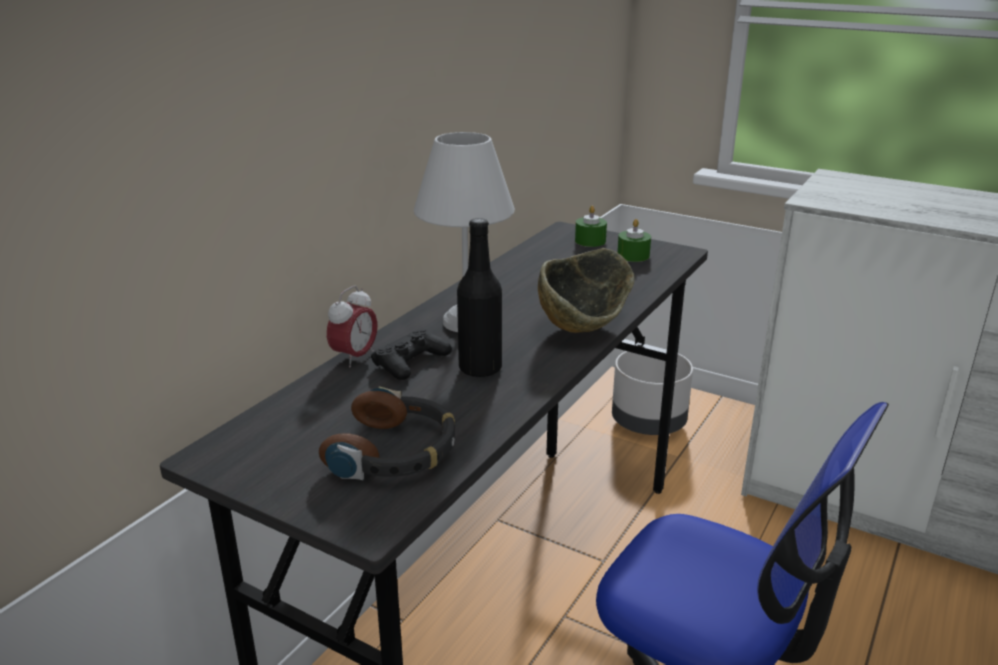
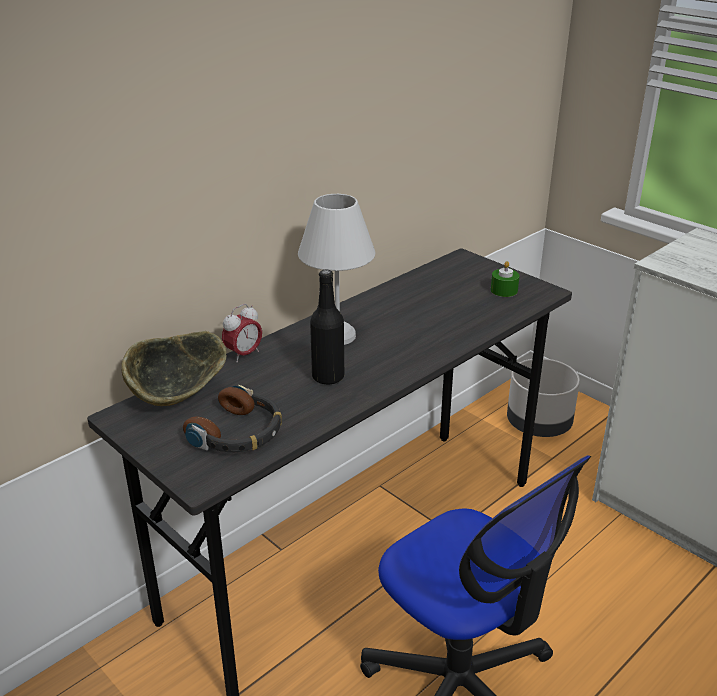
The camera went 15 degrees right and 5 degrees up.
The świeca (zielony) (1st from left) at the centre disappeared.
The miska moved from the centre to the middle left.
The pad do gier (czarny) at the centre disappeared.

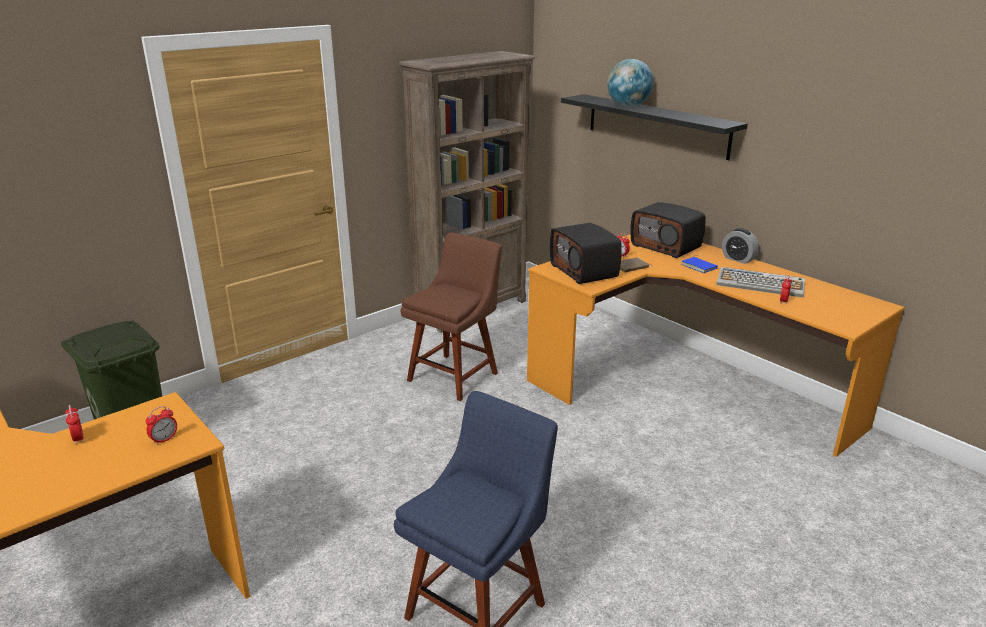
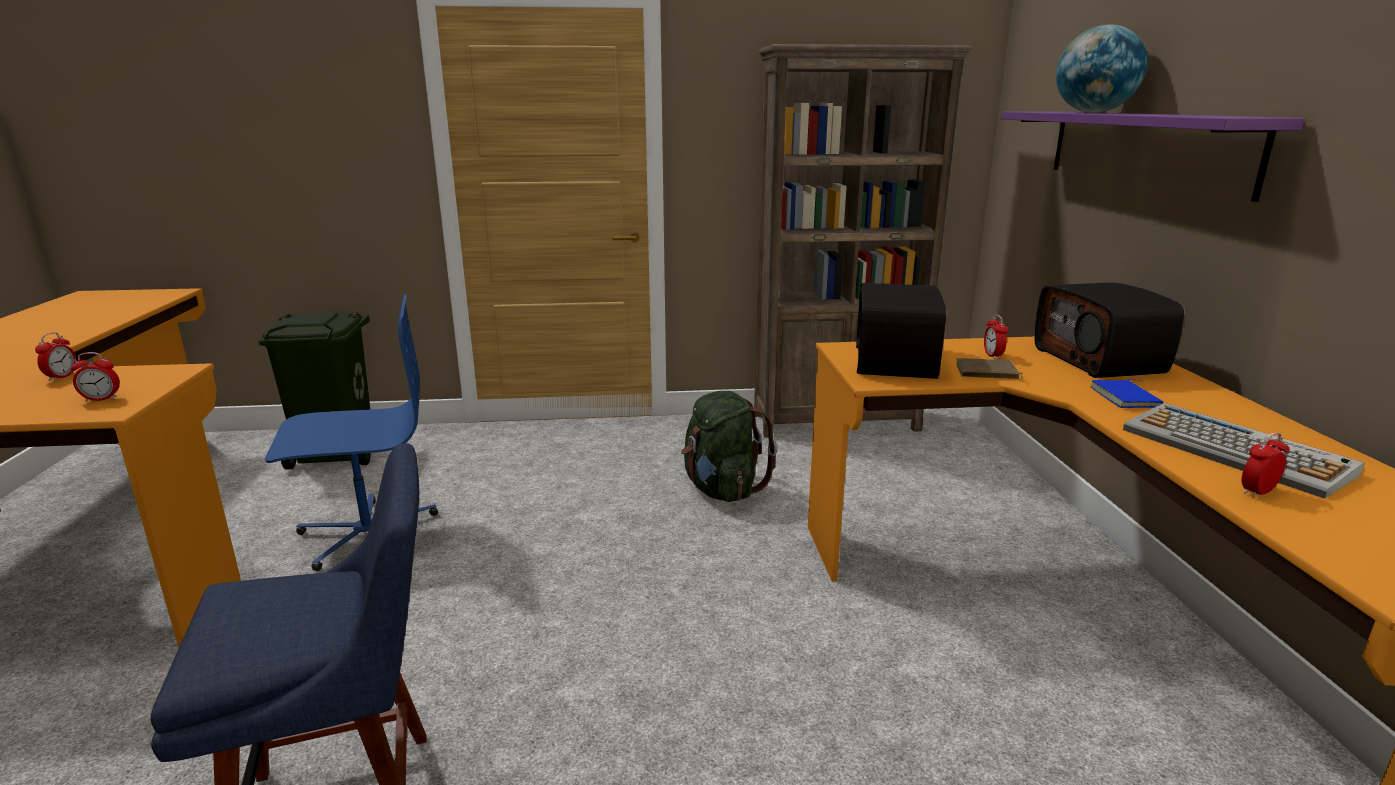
The camera went 35 degrees right and 5 degrees down.
The półka (czarny) at the top centre became the półka (fioletowy) at the top right.
The budzik (4th from left) at the middle right disappeared.
The krzesło (brązowy) at the centre was replaced by the plecak (zielony) at the centre.
The krzesło biurowe (niebieski) at the middle left appeared.

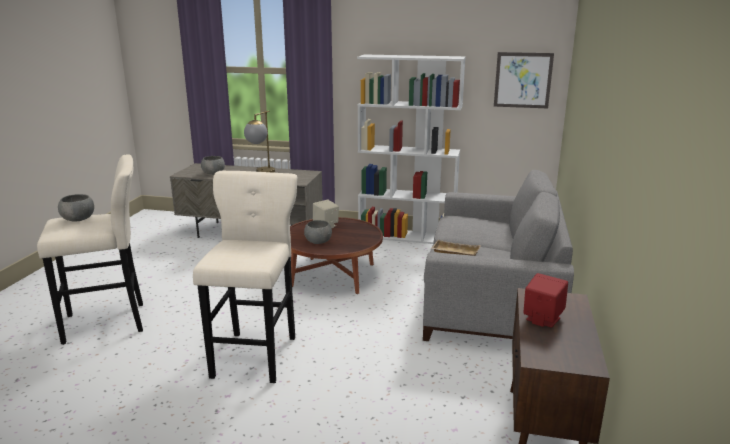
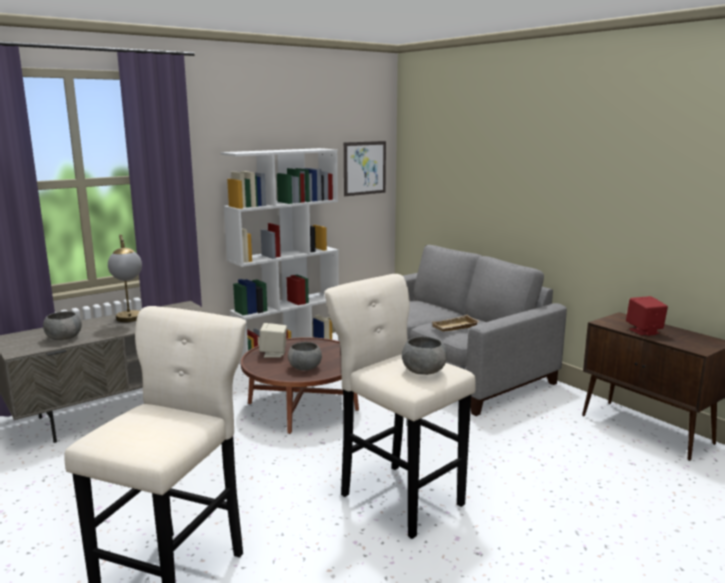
The camera went 50 degrees left and 5 degrees down.
The miska (szary) (1st from left in the first image) moved from the middle left to the centre.

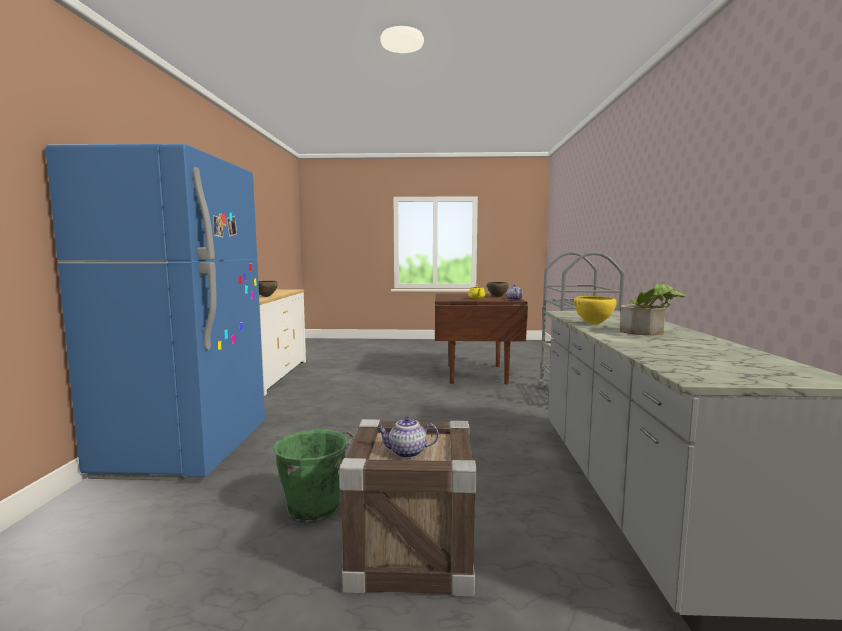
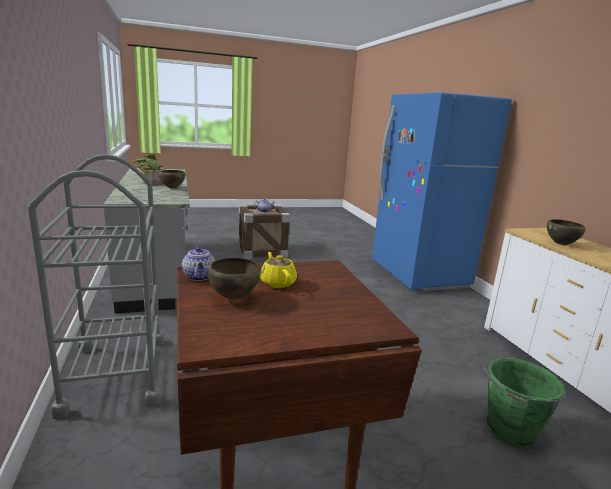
The camera went 160 degrees right and 10 degrees up.
The miska (żółty) at the middle right became the miska (brązowy) (1st from left) at the middle left.
The wiadro (zielony) moved from the bottom centre to the bottom right.

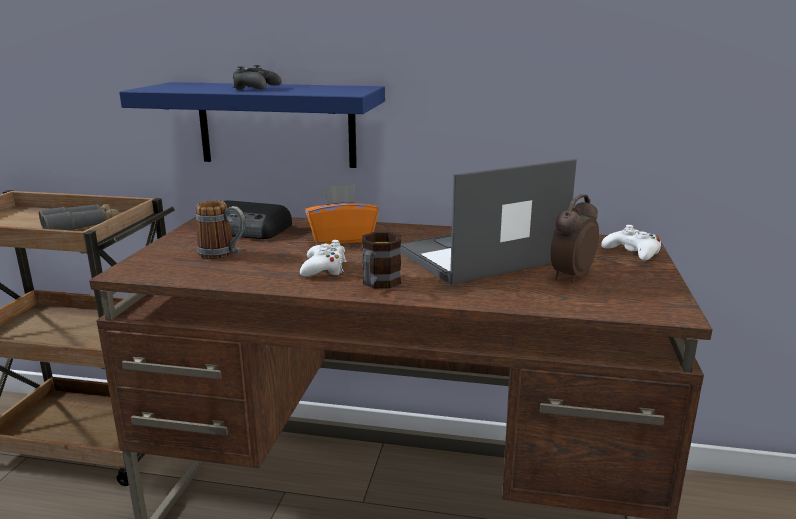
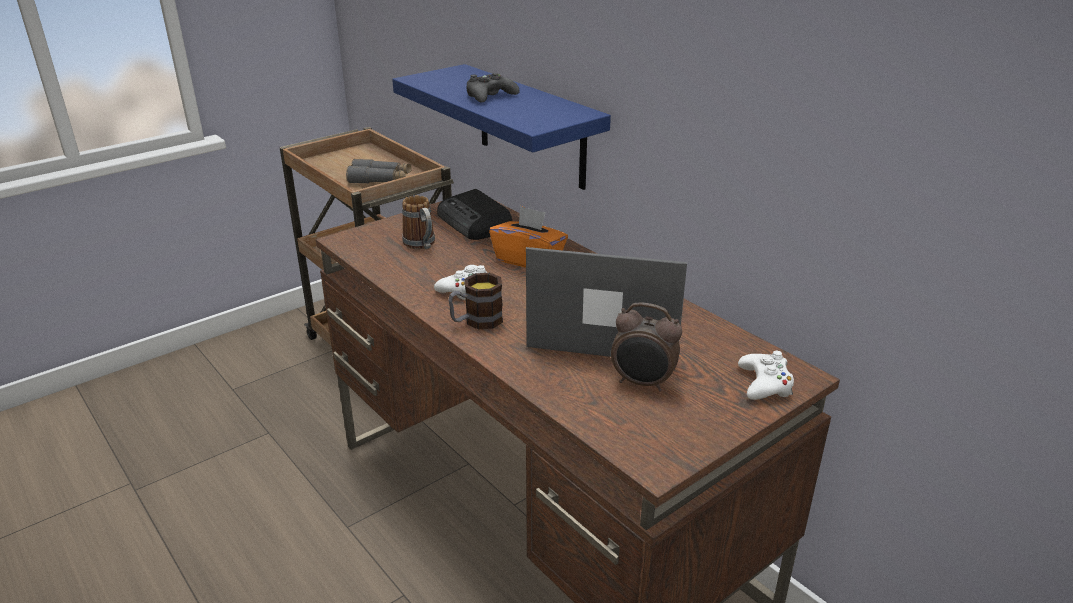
The camera went 40 degrees right and 10 degrees up.
The budzik at the middle right turned 150 degrees counterclockwise.

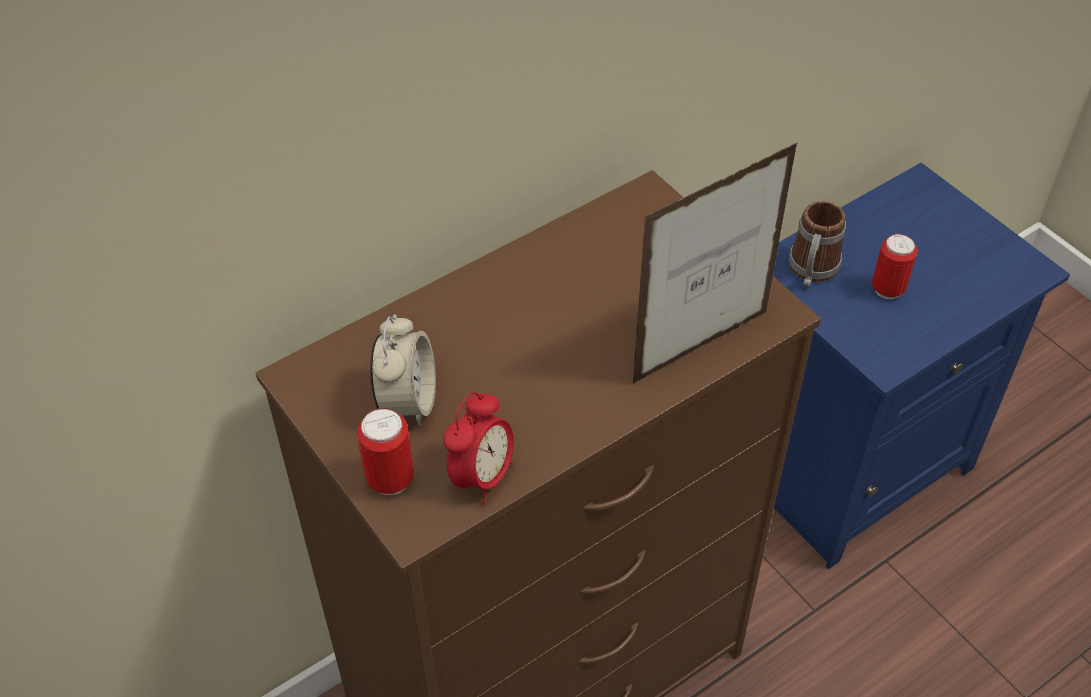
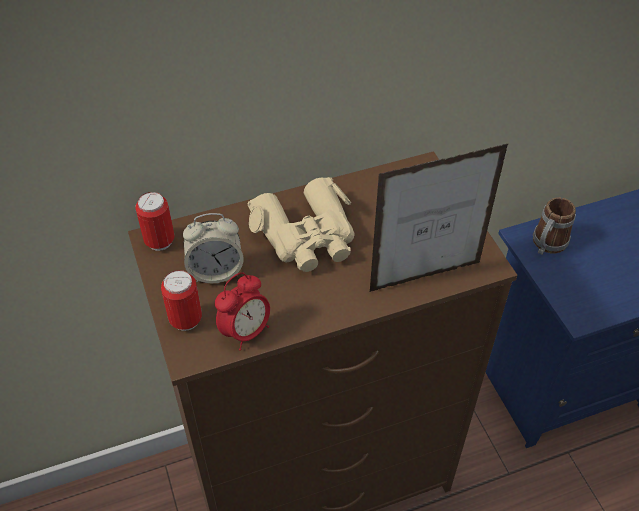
The camera went 15 degrees right and 0 degrees up.
The puszka (2nd from left in the first image) moved from the middle right to the middle left.
The budzik (1st from left) at the centre turned 60 degrees clockwise.
The lornetka (beżowy) at the centre appeared.

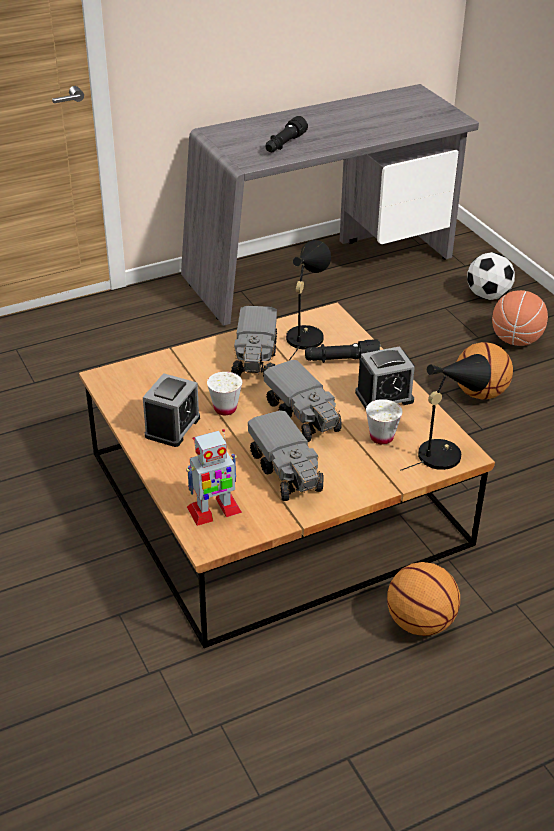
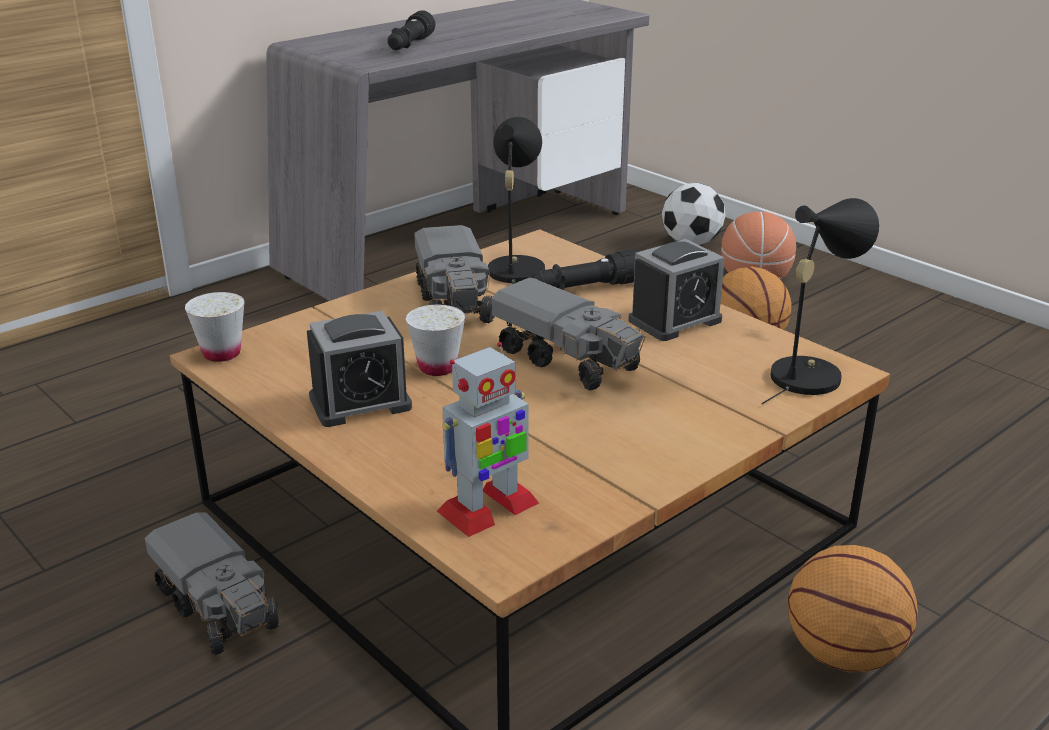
The camera went 15 degrees left and 10 degrees down.
The budzik (1st from left) at the middle left turned 60 degrees clockwise.
The filiżanka (biały) (2nd from left in the first image) moved from the middle right to the middle left.
The ciężarówka zabawkowa (2nd from left in the first image) moved from the centre to the bottom left.

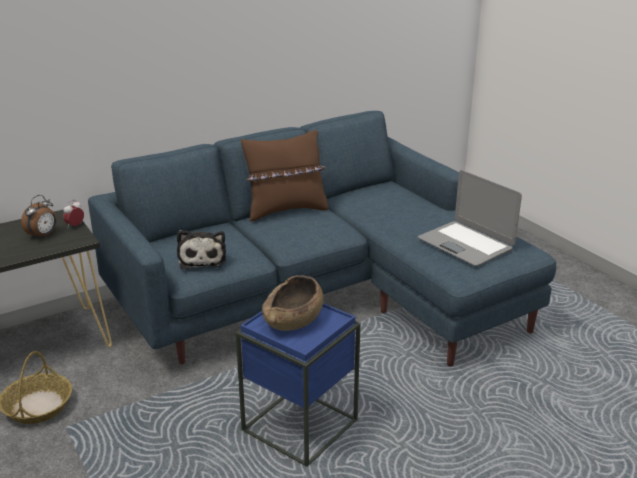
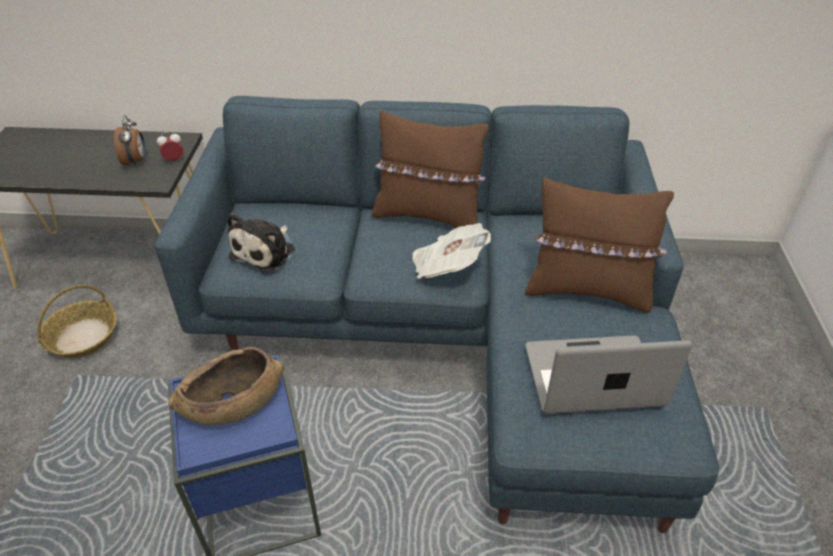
The camera went 35 degrees right and 15 degrees up.
The laptop at the middle right turned 90 degrees clockwise.
The budzik (1st from left) at the middle left turned 75 degrees counterclockwise.
The poduszka (brązowy) (2nd from left) at the middle right appeared.
The gazeta at the centre appeared.

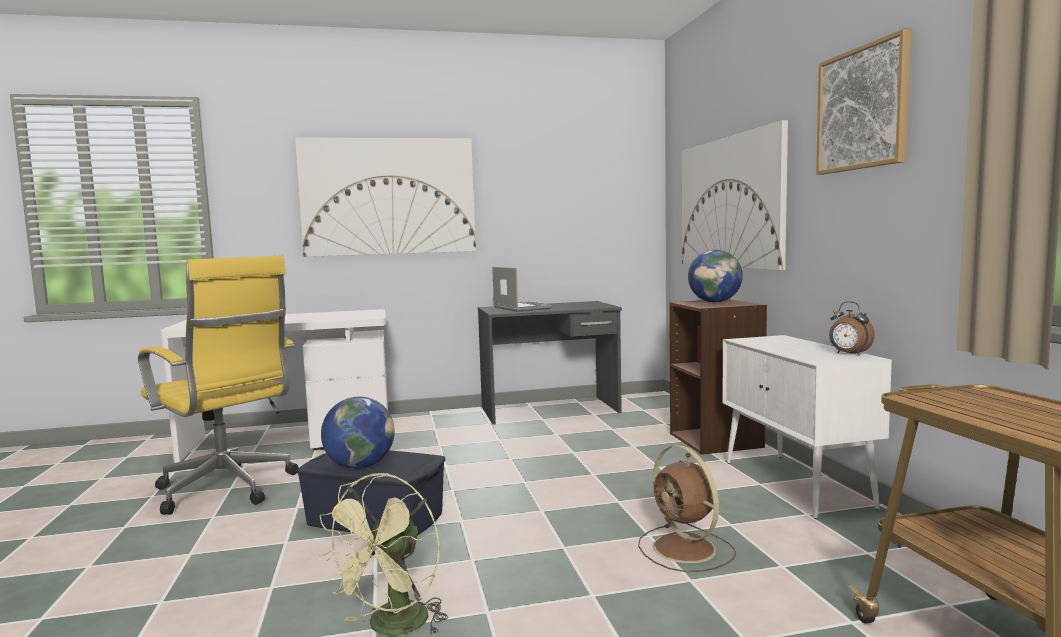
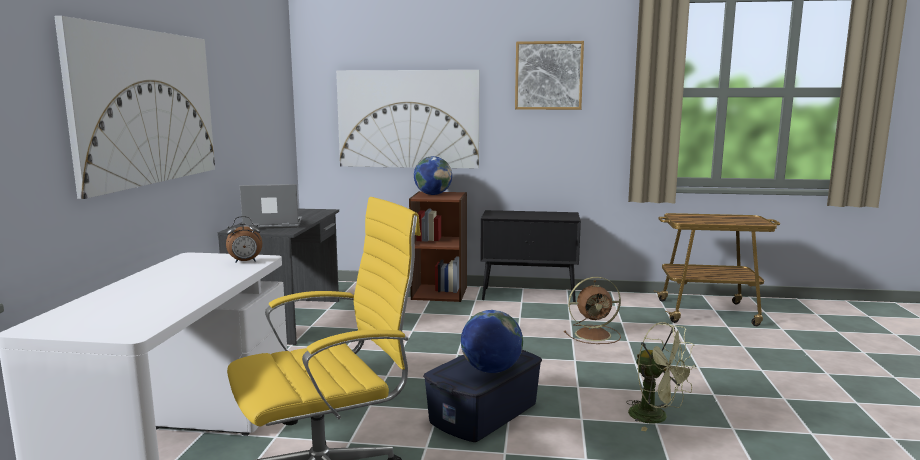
The camera went 70 degrees left and 5 degrees up.
The budzik moved from the middle right to the middle left.
The szafka (biały) at the bottom right became the szafka (czarny) at the centre.

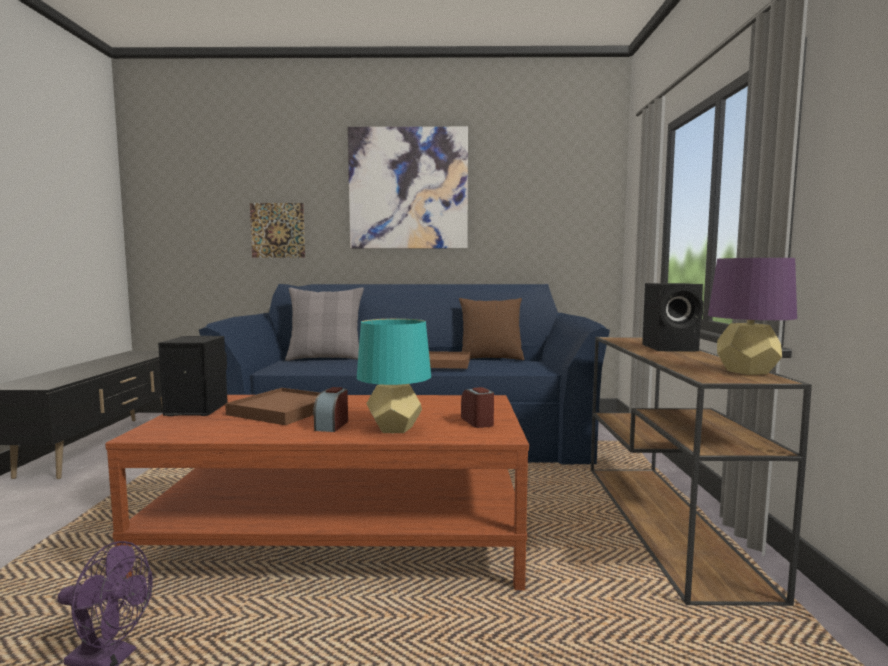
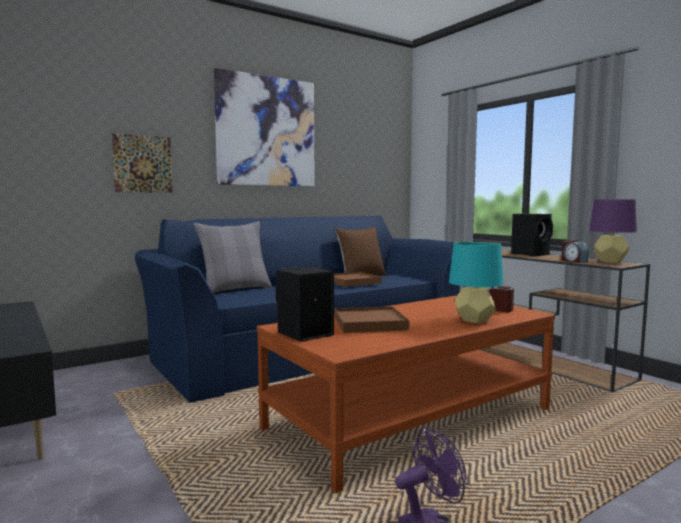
The camera went 35 degrees left and 0 degrees up.
The budzik (1st from left in the first image) moved from the centre to the middle right.

